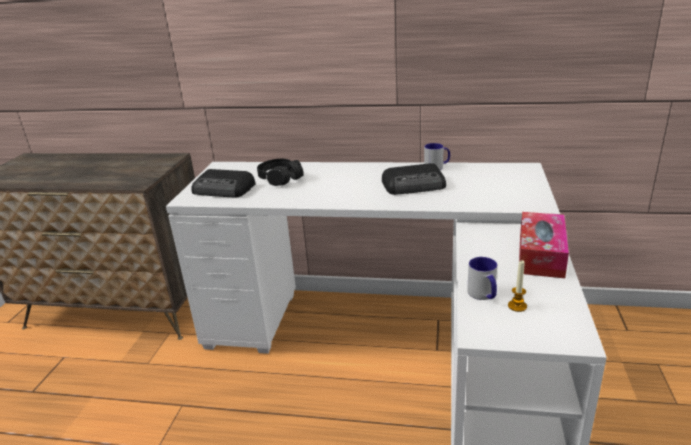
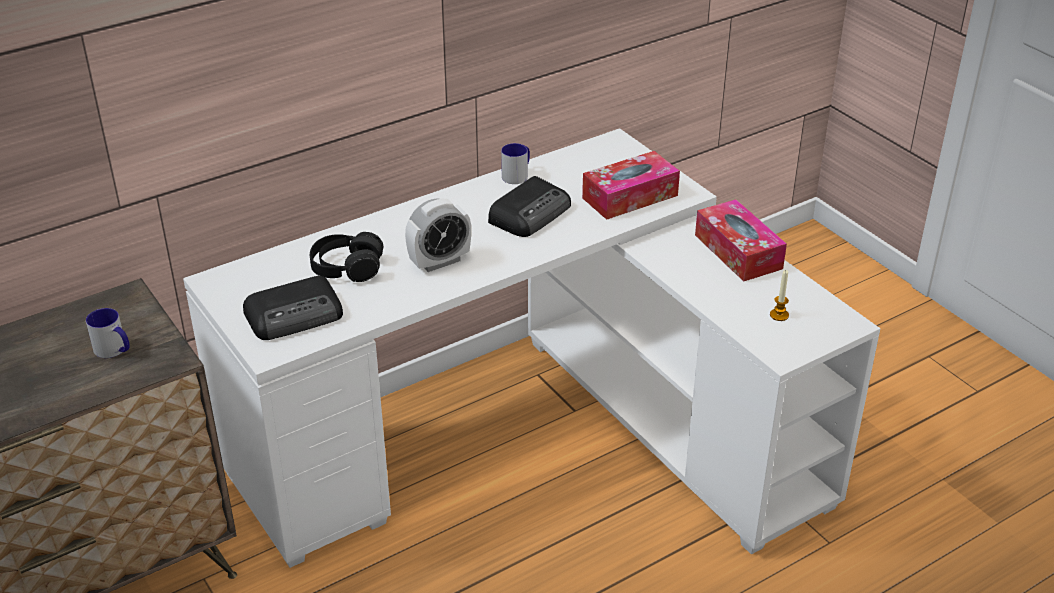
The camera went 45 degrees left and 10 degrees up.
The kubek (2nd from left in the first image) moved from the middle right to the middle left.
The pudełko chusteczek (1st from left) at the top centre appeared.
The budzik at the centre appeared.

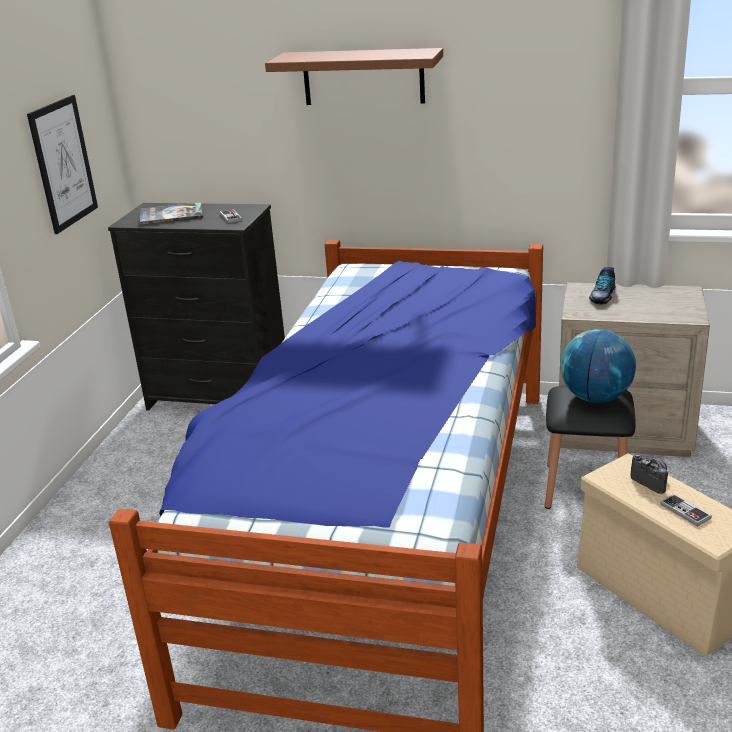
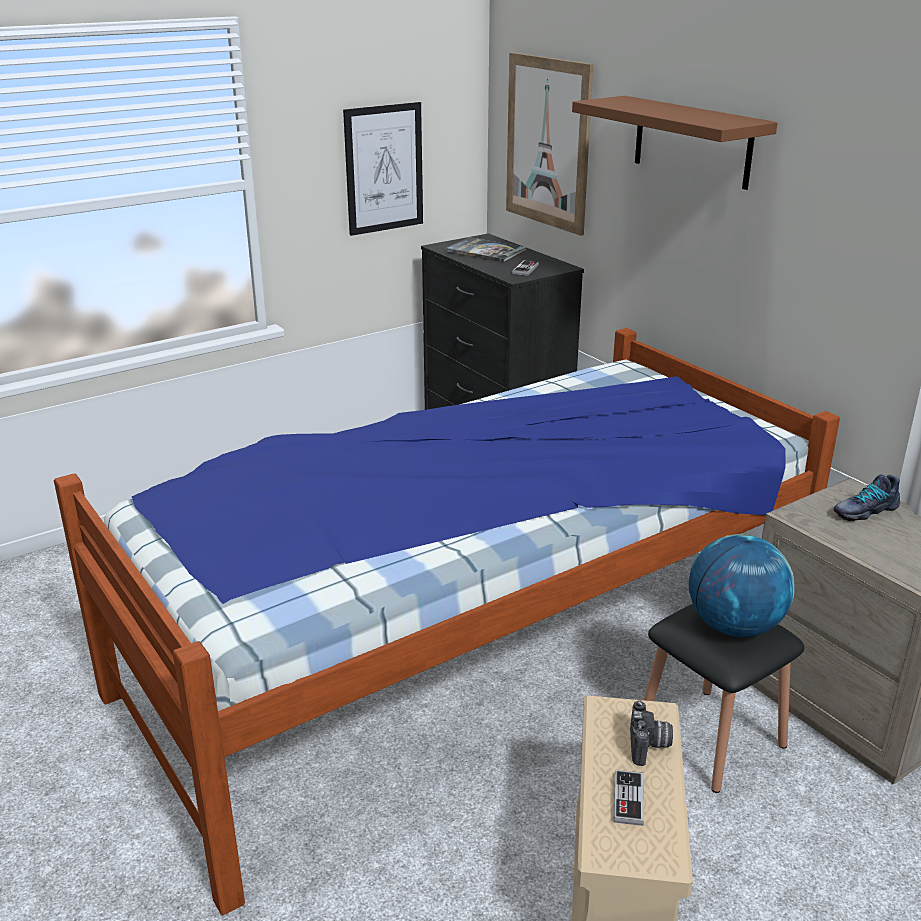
The camera went 40 degrees right and 0 degrees up.
The obraz (2nd from left) at the top centre appeared.

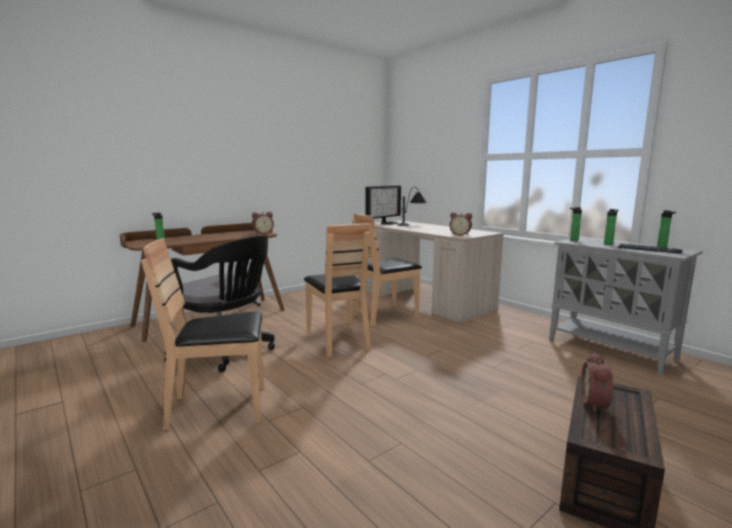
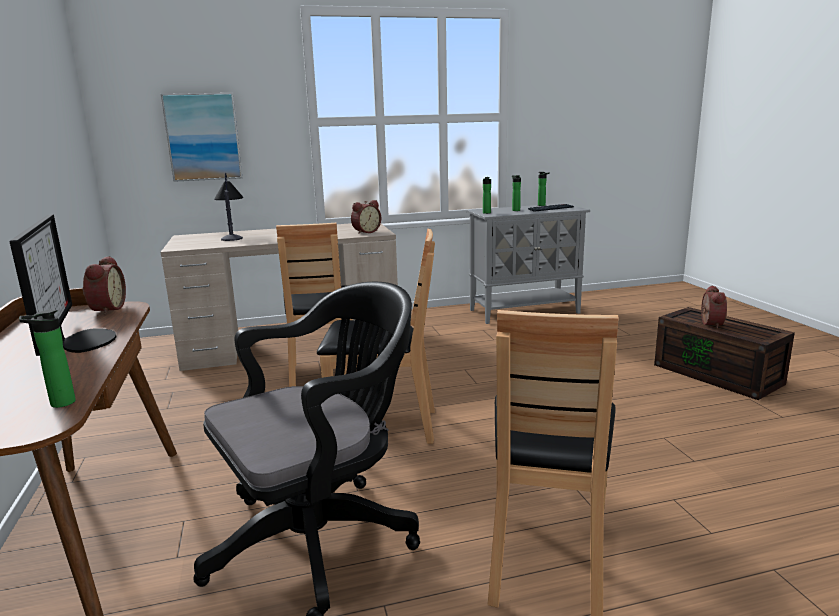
The camera went 65 degrees left and 5 degrees up.
The monitor moved from the centre to the middle left.
The budzik (3rd from left) at the bottom right turned 120 degrees counterclockwise.
The obraz at the top left appeared.

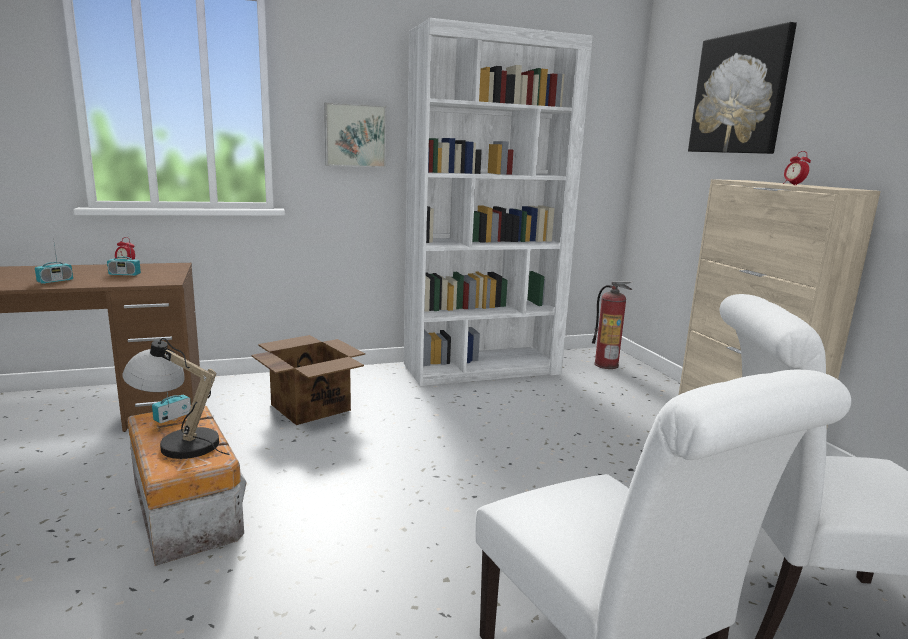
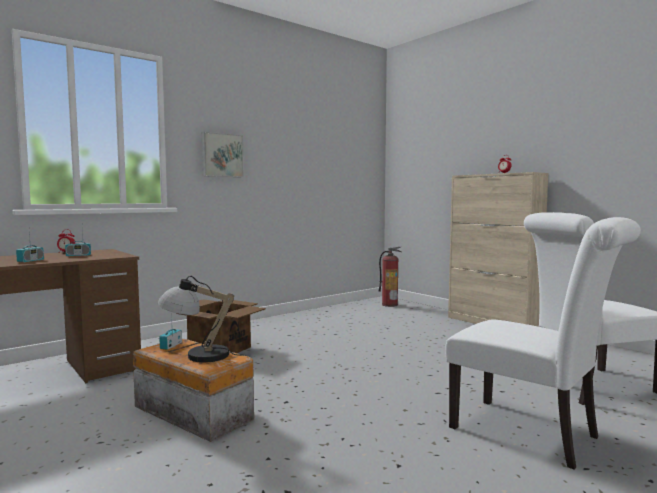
The camera went 20 degrees left and 10 degrees down.
The regał (biały) at the top centre disappeared.
The obraz (2nd from left) at the top right disappeared.

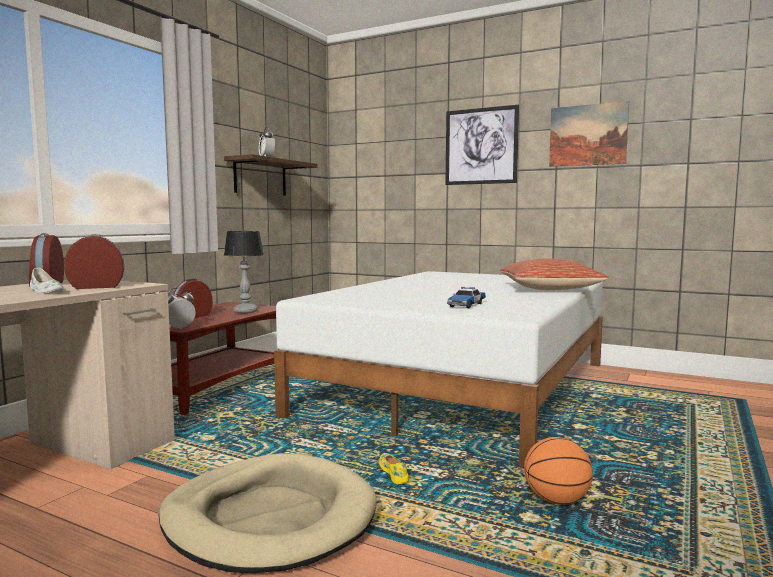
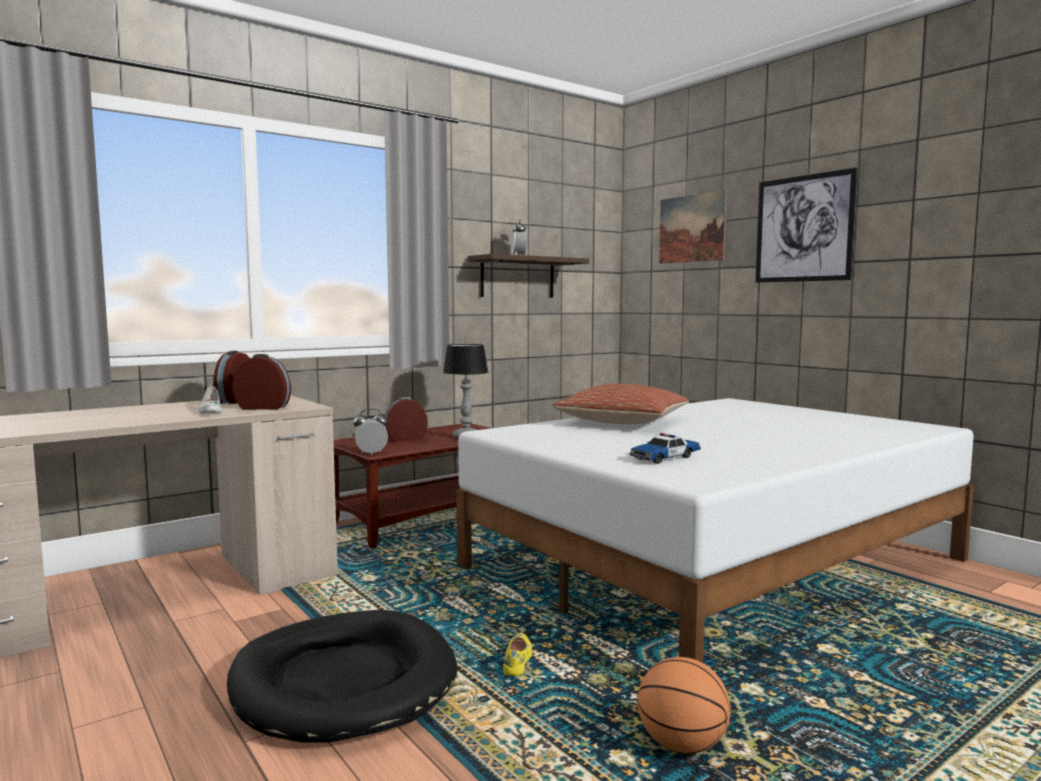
The camera went 25 degrees right and 0 degrees up.
The obraz (2nd from left in the first image) moved from the top right to the top centre.
The poduszka moved from the middle right to the centre.
The legowisko (beżowy) at the bottom centre became the legowisko (czarny) at the bottom left.

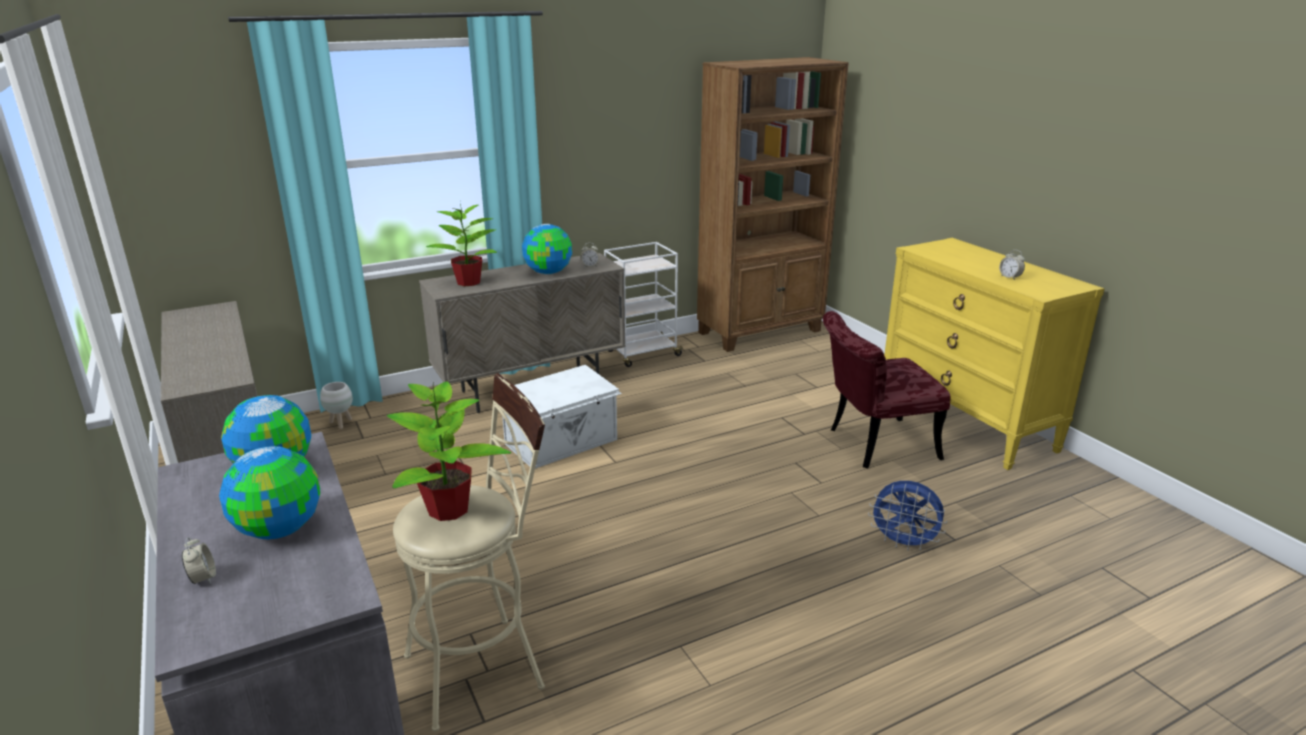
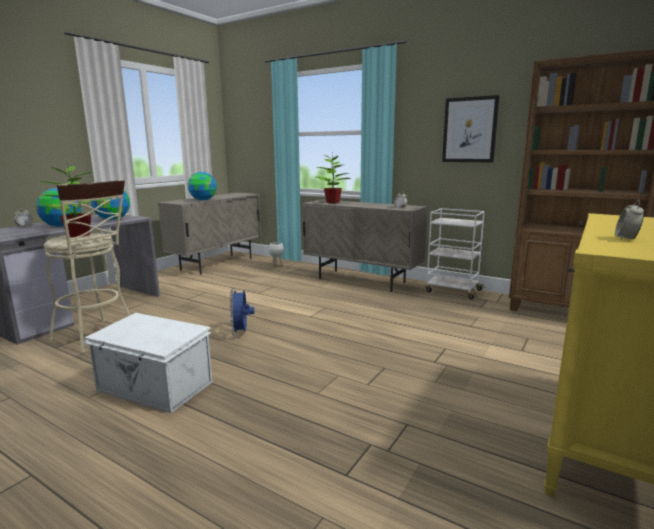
The camera went 60 degrees right and 10 degrees down.
The globus (3rd from left) moved from the centre to the middle left.
The krzesło (czerwony) at the middle right disappeared.
The pojemnik do przechowywania (biały) moved from the centre to the bottom left.
The wentylator (niebieski) moved from the bottom right to the centre.
The obraz at the top right appeared.

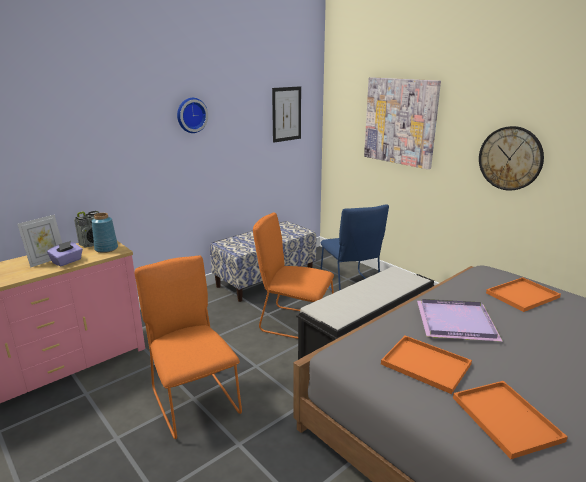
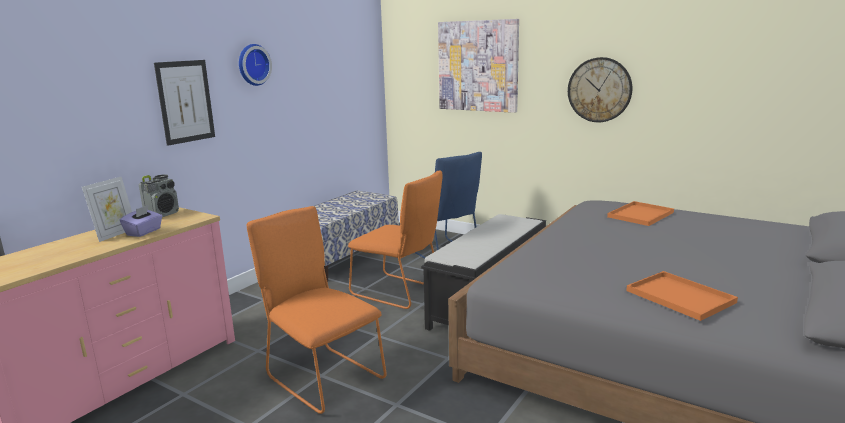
The camera went 15 degrees left and 5 degrees down.
The obraz (1st from left) moved from the top centre to the top left.
The krzesło (pomarańczowy) (2nd from left) at the centre turned 150 degrees counterclockwise.
The wazon (niebieski) at the middle left disappeared.
The taca (fioletowy) at the middle right disappeared.
The taca (pomarańczowy) (1st from left) at the bottom right disappeared.

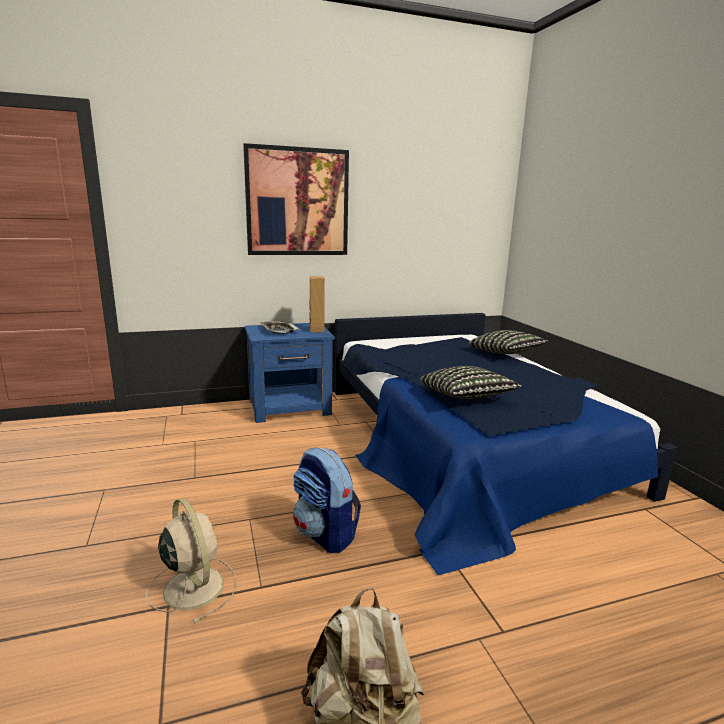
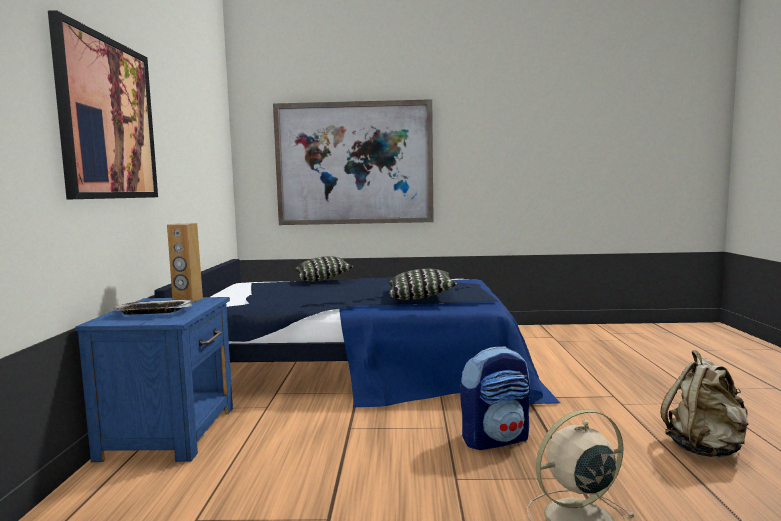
The camera went 70 degrees left and 10 degrees down.
The obraz (2nd from left) at the top centre appeared.

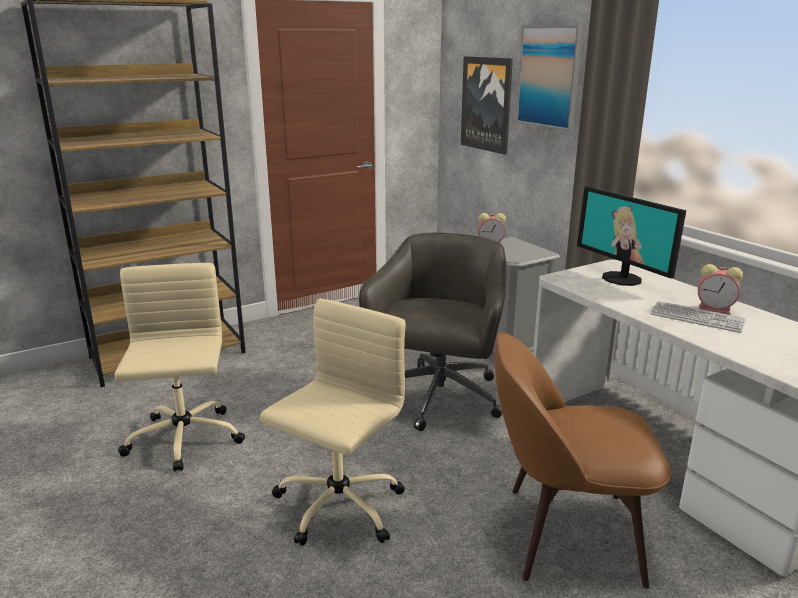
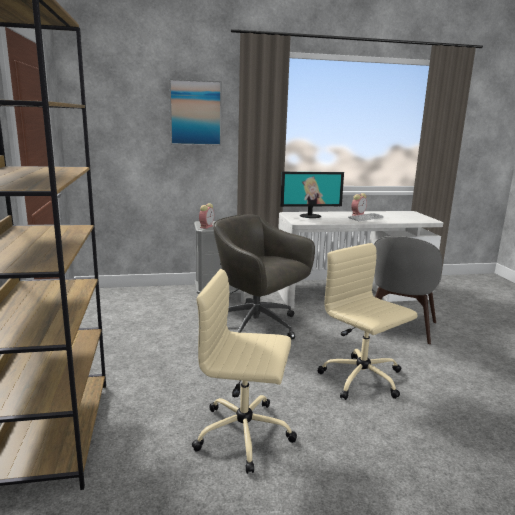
The camera went 70 degrees left and 5 degrees down.
The obraz (1st from left) at the top centre disappeared.
The krzesło (brązowy) at the bottom right became the krzesło (szary) at the middle right.

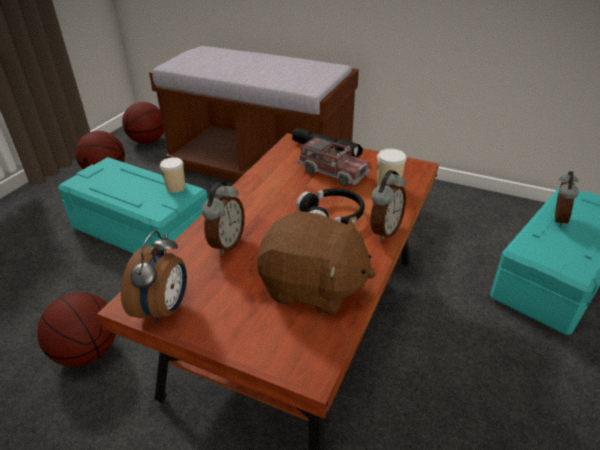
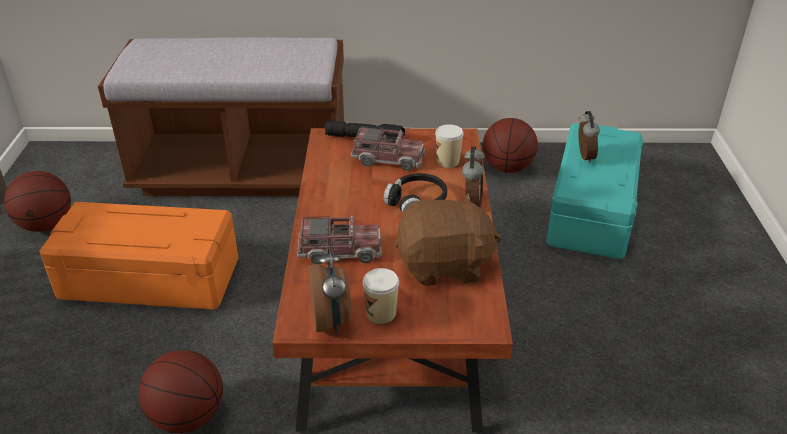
The camera went 25 degrees left and 0 degrees up.
The piłka do koszykówki (3rd from left) moved from the top left to the centre.
The pojemnik do przechowywania (turkusowy) (1st from left) at the middle left became the pojemnik do przechowywania (pomarańczowy) at the middle left.
The filiżanka (1st from left) moved from the middle left to the bottom centre.
The budzik (2nd from left) at the centre was replaced by the ciężarówka zabawkowa (1st from left) at the centre.

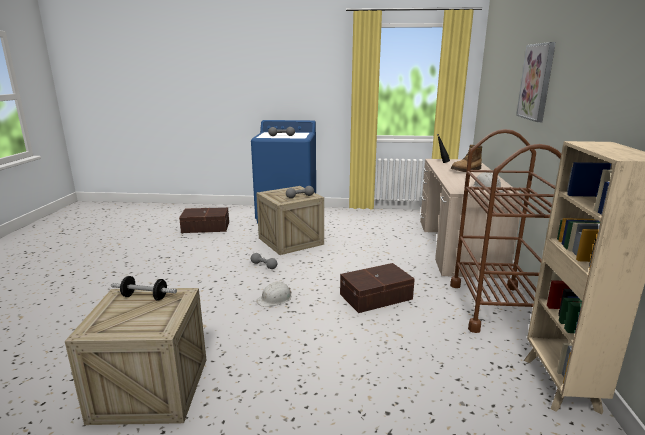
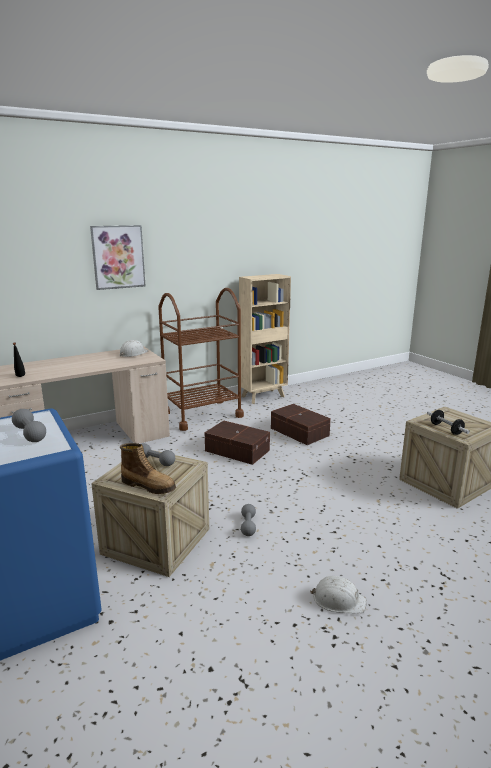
The camera went 125 degrees left and 0 degrees up.
The but z cholewką moved from the middle right to the middle left.
The pojemnik do przechowywania (brązowy) (1st from left in the first image) moved from the middle left to the centre.
The kask (biały) (1st from left in the first image) moved from the bottom centre to the bottom right.

